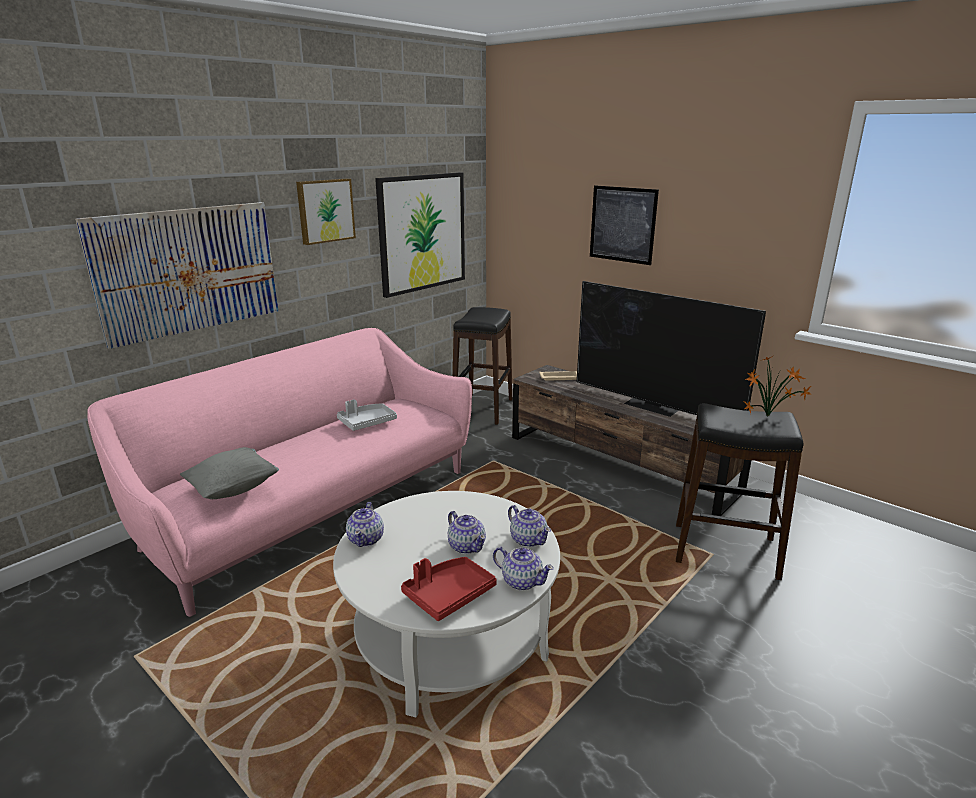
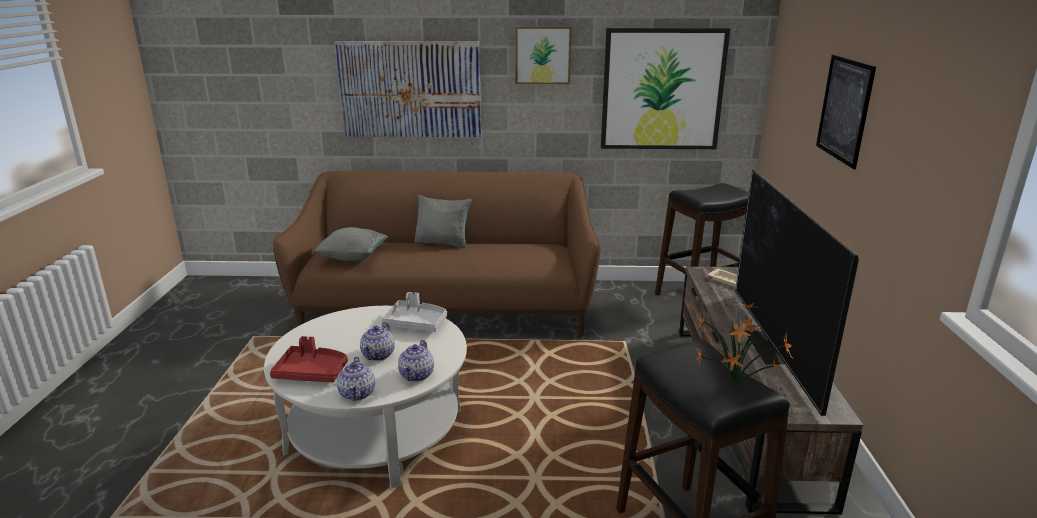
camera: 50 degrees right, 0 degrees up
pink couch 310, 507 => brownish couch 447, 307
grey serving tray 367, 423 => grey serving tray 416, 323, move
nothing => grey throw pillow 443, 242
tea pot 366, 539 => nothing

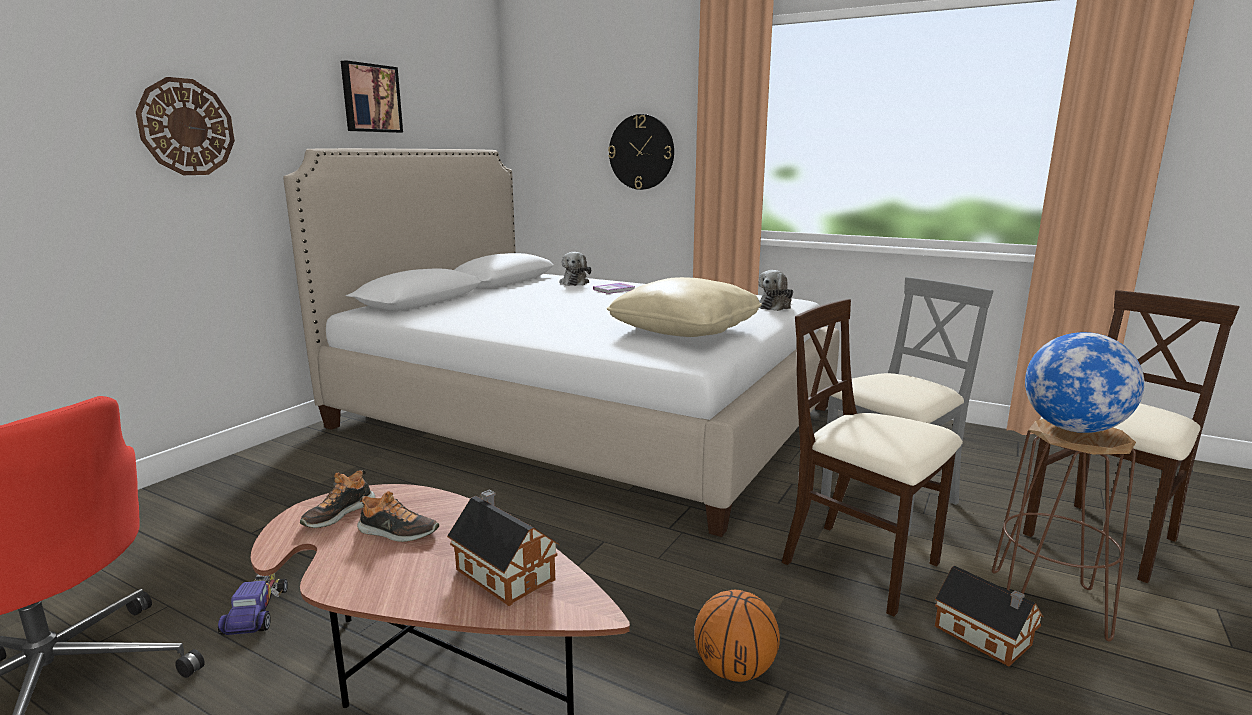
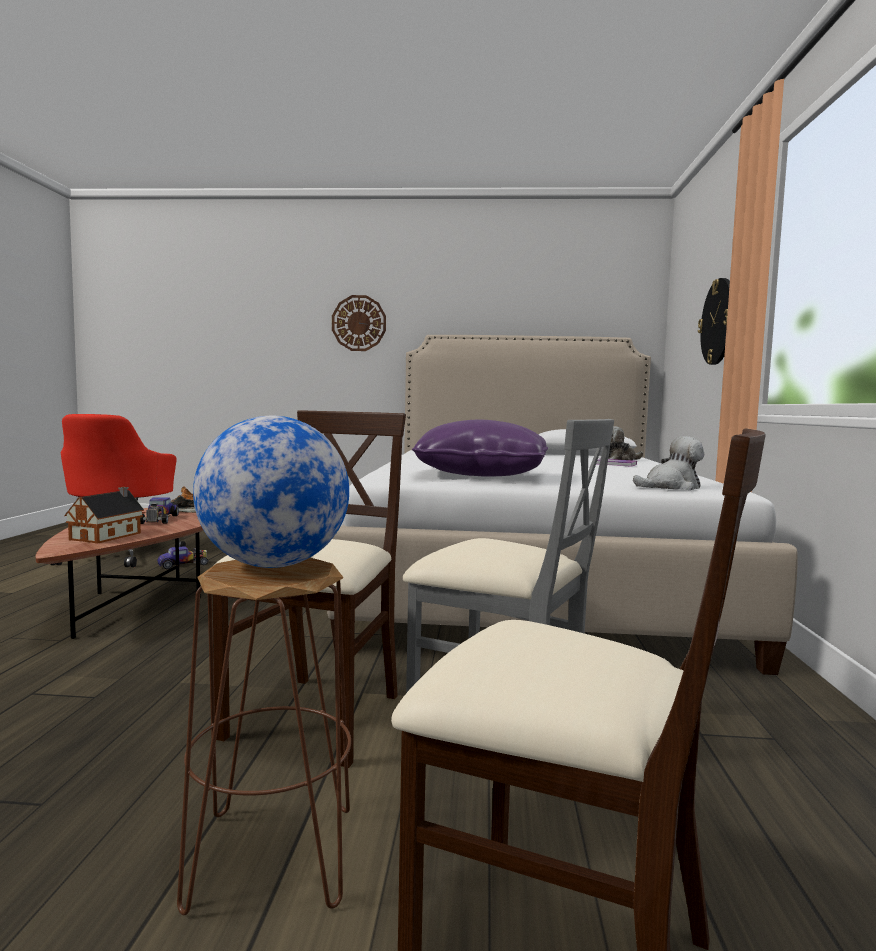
camera: 65 degrees right, 10 degrees down
shoe 397, 532 => toy car 158, 519
beige-coloured throw pillow 685, 330 => purple-coloured throw pillow 483, 475
cuddly toy 775, 306 => cuddly toy 671, 487, 150 degrees clockwise
picture 370, 98 => nothing
basketball 734, 670 => nothing
model house 985, 638 => nothing

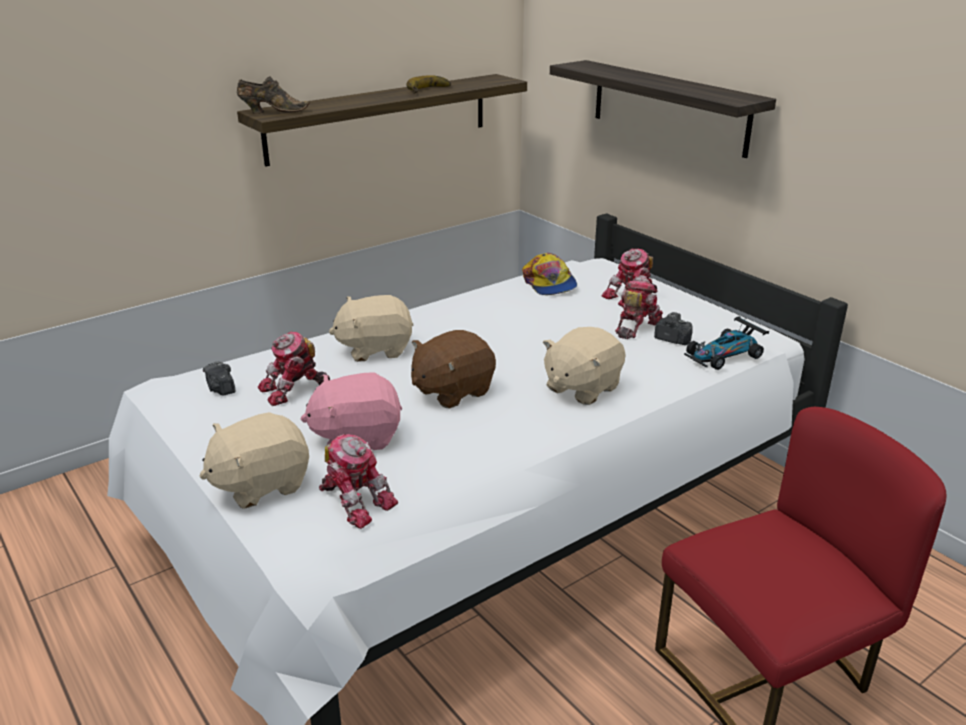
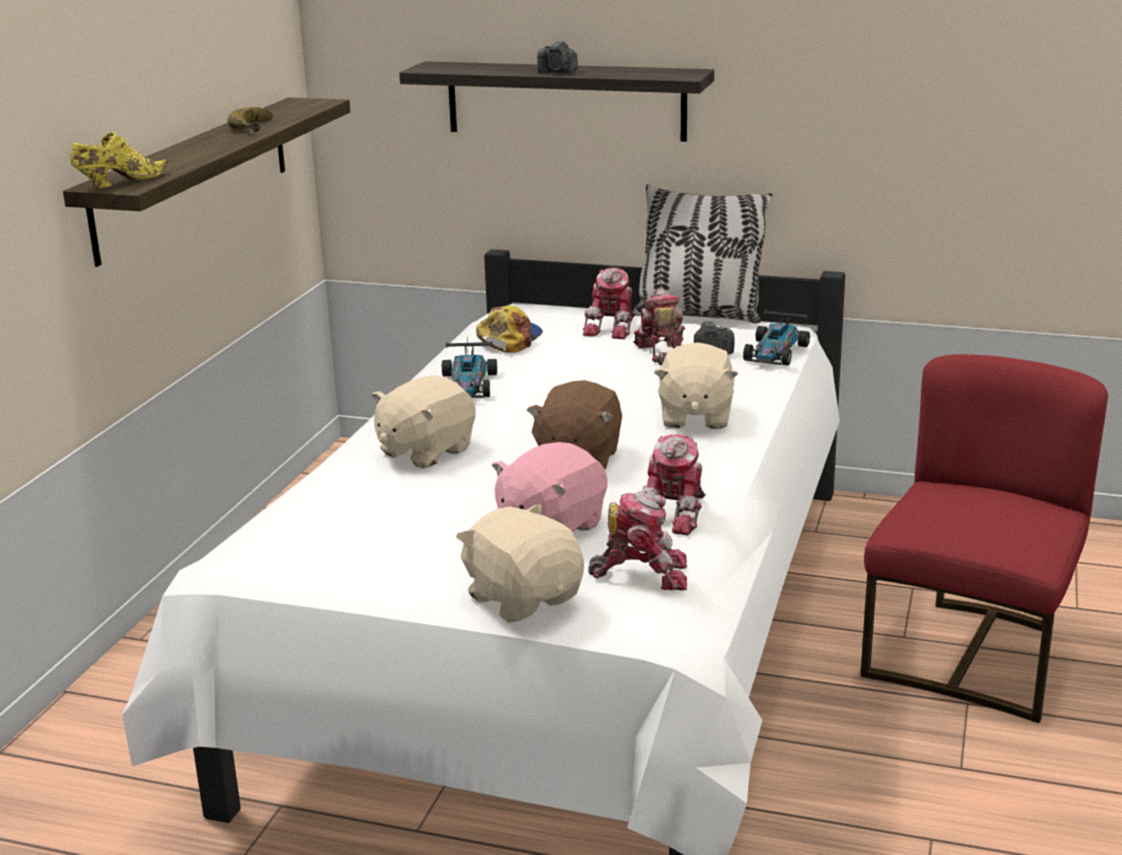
camera: 35 degrees left, 5 degrees down
brownish shoe 272, 112 => yellow-coloured shoe 119, 183
nothing => toy car 468, 385
beige-coloured cuddly toy 260, 484 => beige-coloured cuddly toy 523, 598, 120 degrees clockwise
cap 549, 284 => cap 509, 339, 105 degrees counterclockwise
still camera 221, 389 => still camera 557, 72, move
nothing => throw pillow 699, 315
toy robot 294, 389 => toy robot 676, 514, move

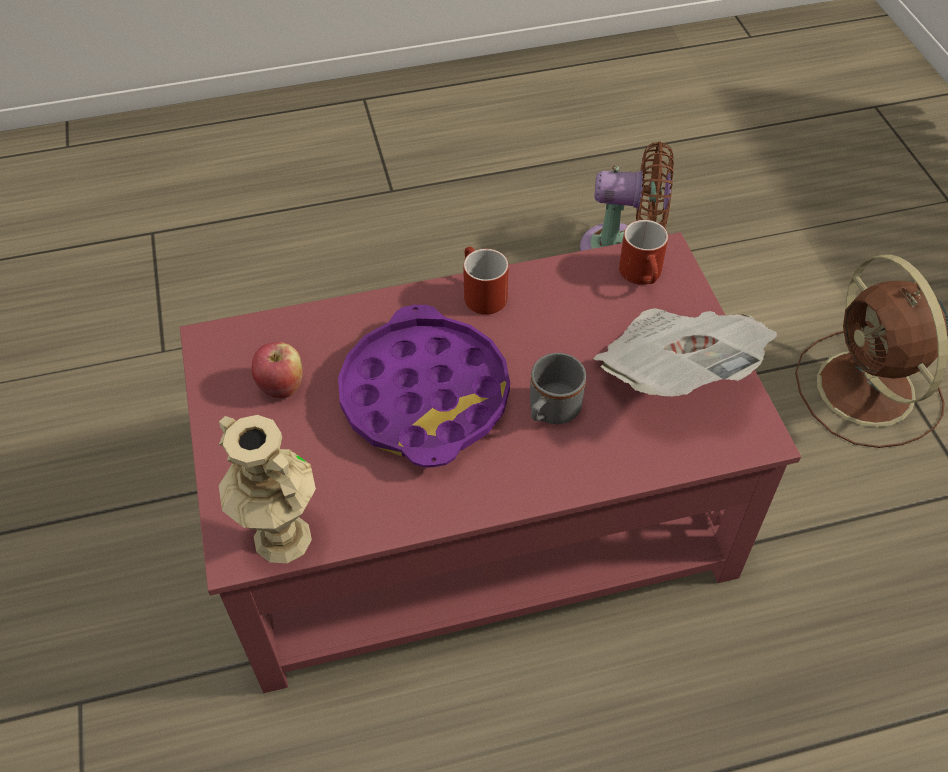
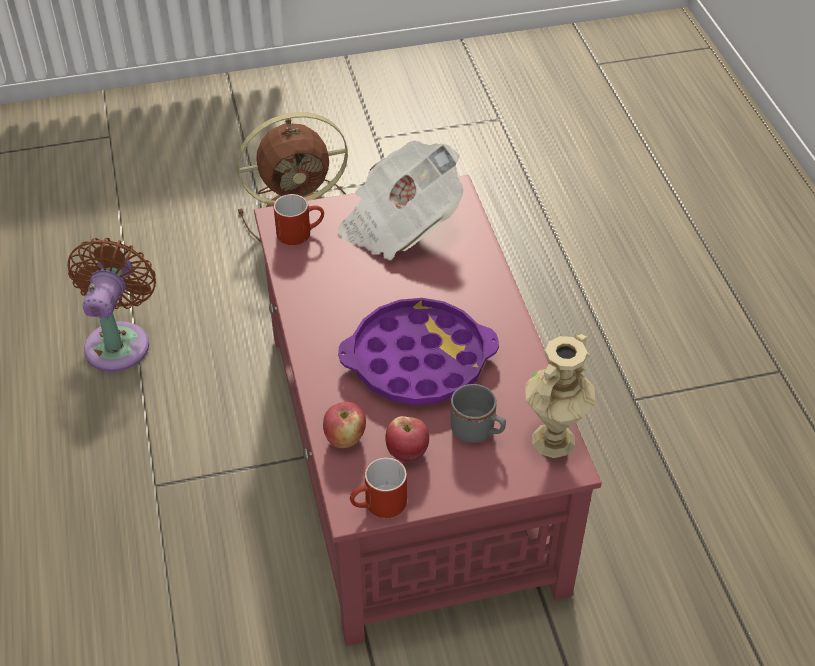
camera: 90 degrees left, 5 degrees down
nothing => apple fruit 345, 438
red-coloured mug 479, 293 => red-coloured mug 379, 506, move
grey mug 550, 412 => grey mug 478, 432, move

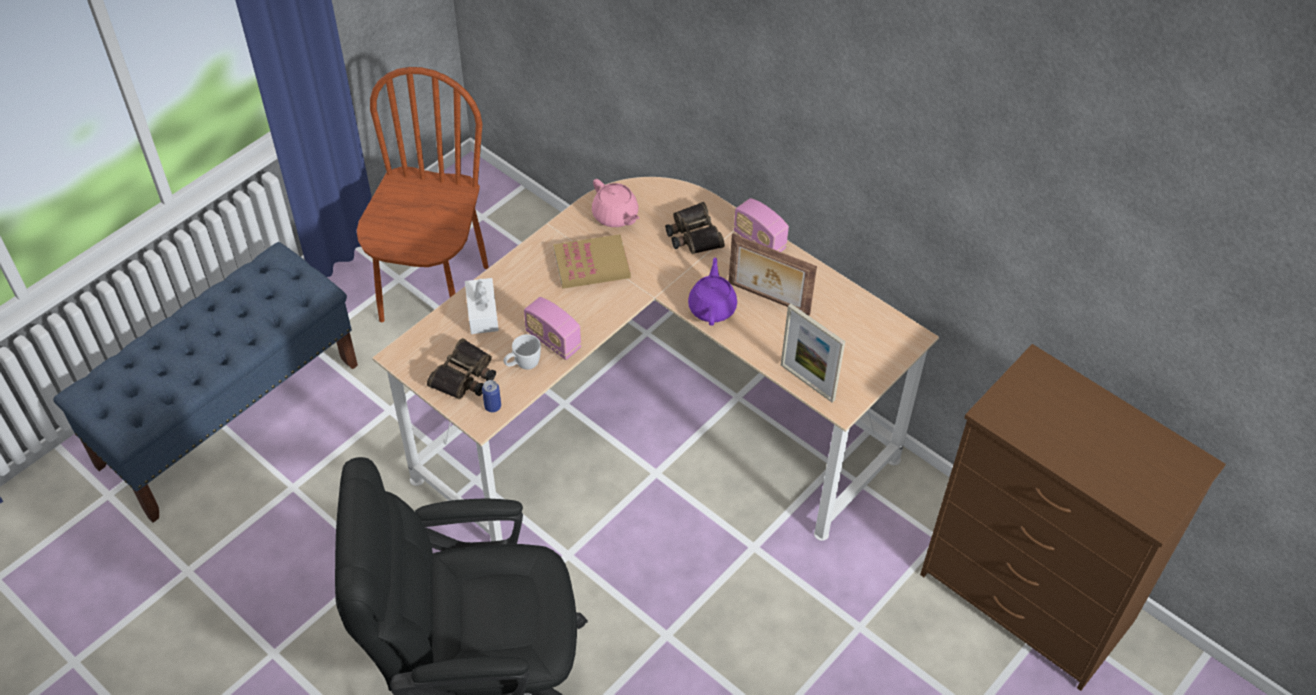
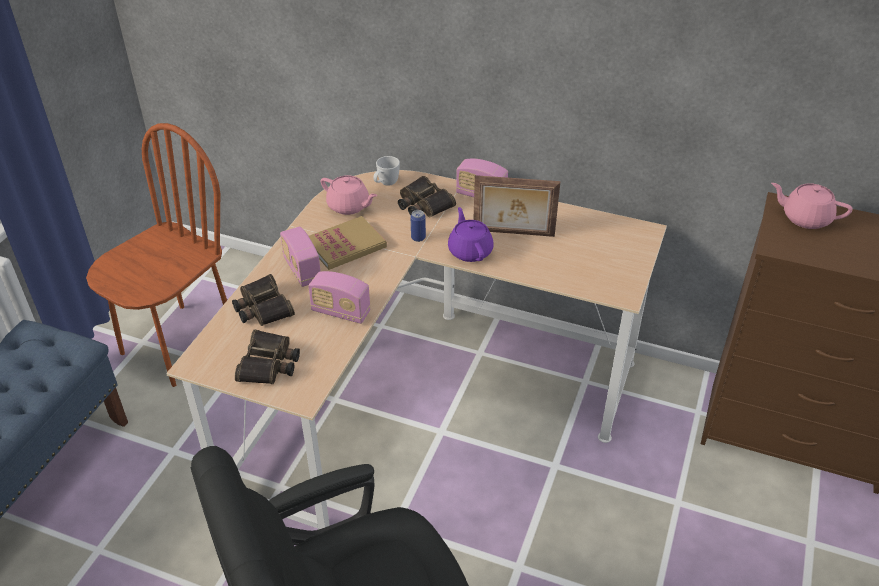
camera: 20 degrees left, 10 degrees down
brownish upright chair 433, 293 => brownish upright chair 179, 344, 45 degrees clockwise
white tissue box 482, 313 => pair of binoculars 262, 307
nothing => radio set 302, 270
white mug 523, 365 => white mug 385, 184, move
can 493, 406 => can 418, 238, move
nothing => pink tea pot 805, 218
picture frame 807, 382 => nothing

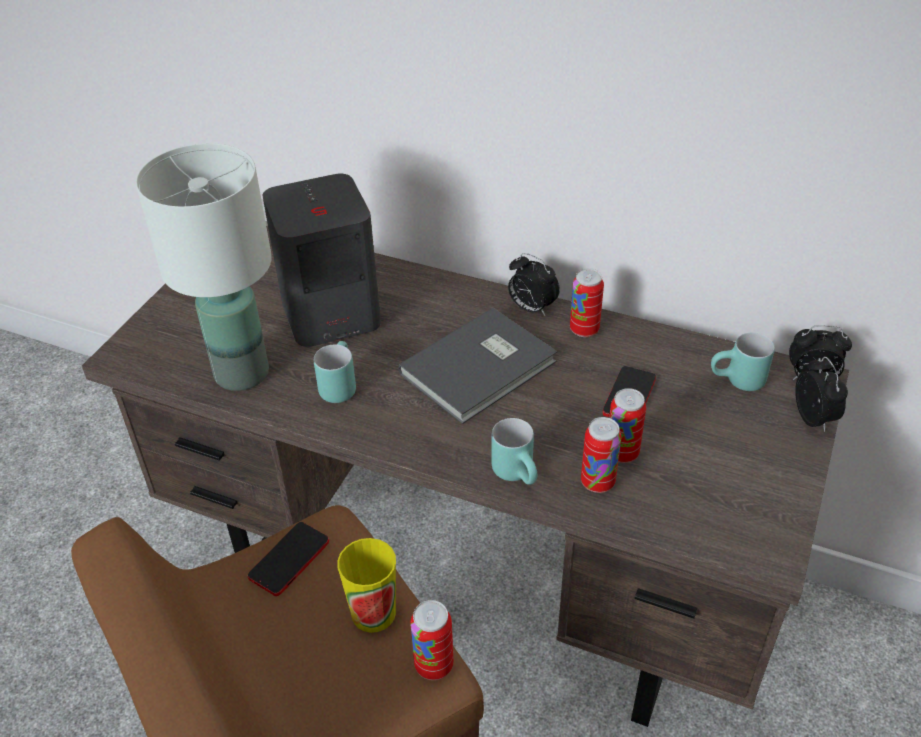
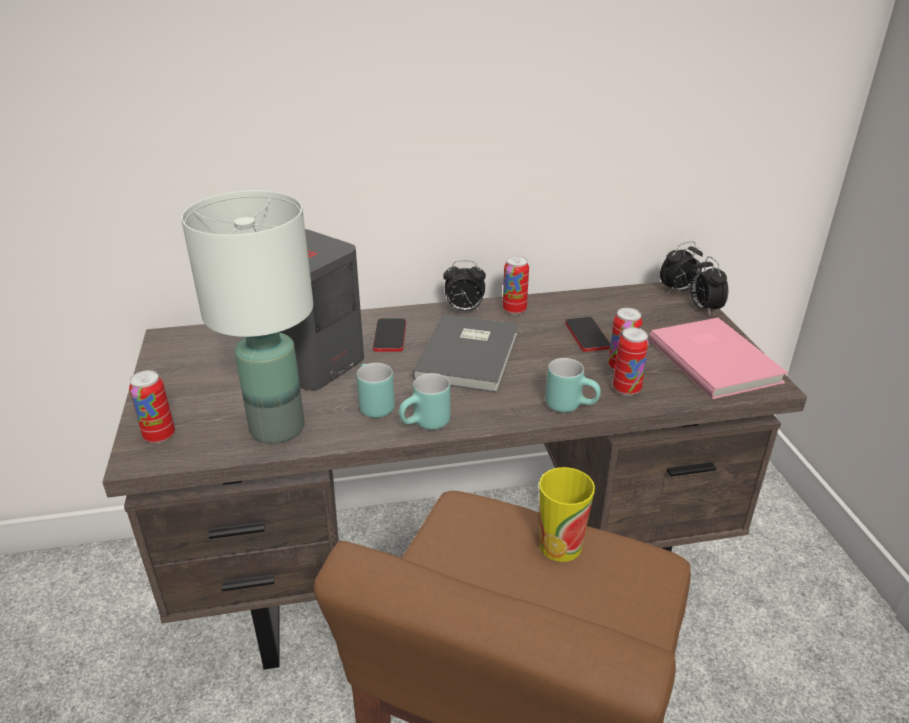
camera: 35 degrees left, 10 degrees down
can 434, 665 => can 159, 436, move
handset 289, 559 => handset 389, 336, move
blue-green mug 738, 383 => blue-green mug 426, 425, move
nothing => pink bound book 715, 359
alarm clock 814, 419 => alarm clock 703, 308, 150 degrees counterclockwise

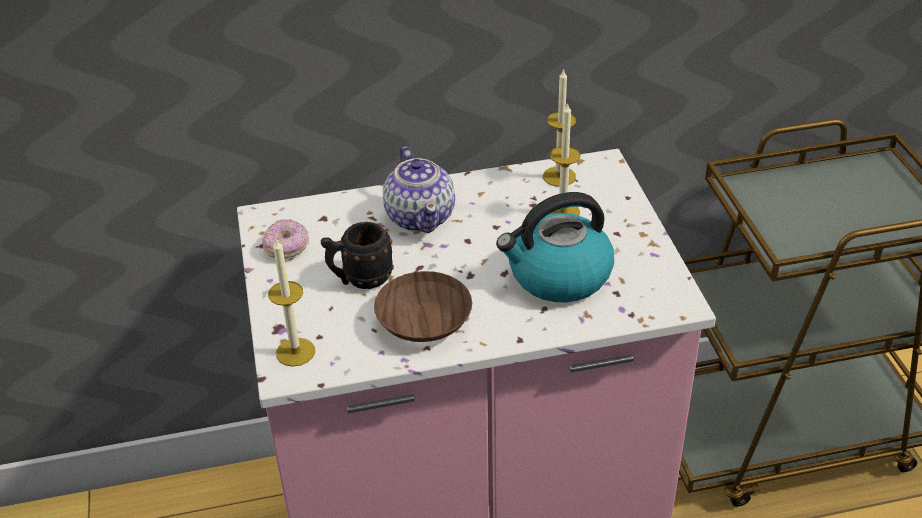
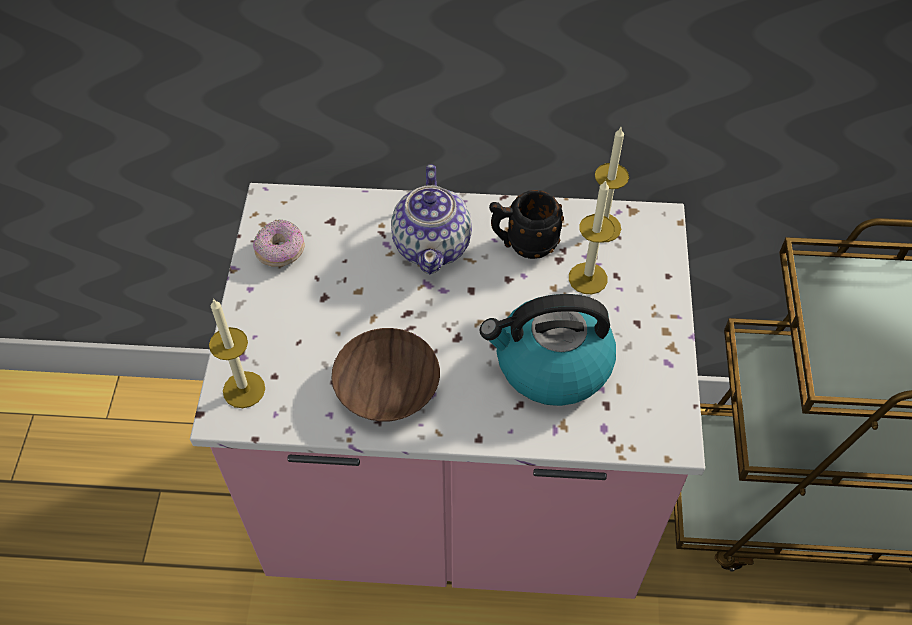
camera: 15 degrees right, 15 degrees up
blackish mug 360, 279 => blackish mug 523, 244, move

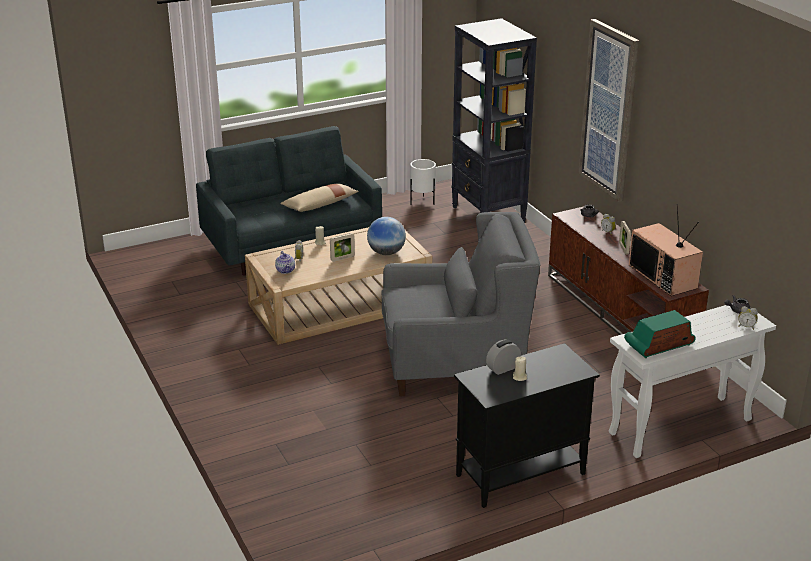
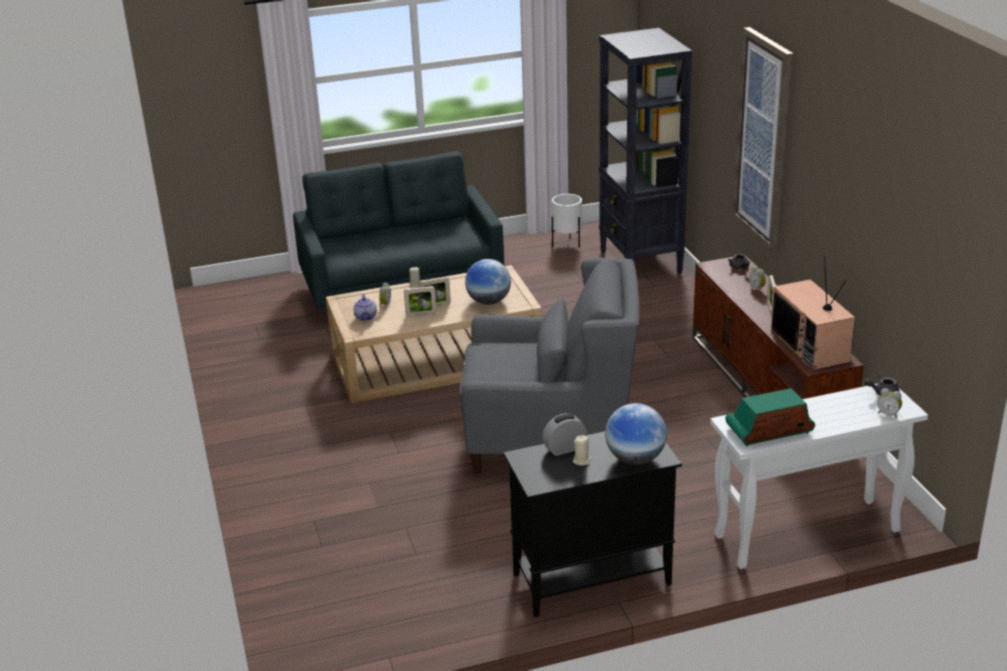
camera: 10 degrees right, 0 degrees up
nothing => picture frame 421, 315
nothing => globe 635, 458
beige-coloured throw pillow 320, 205 => nothing

